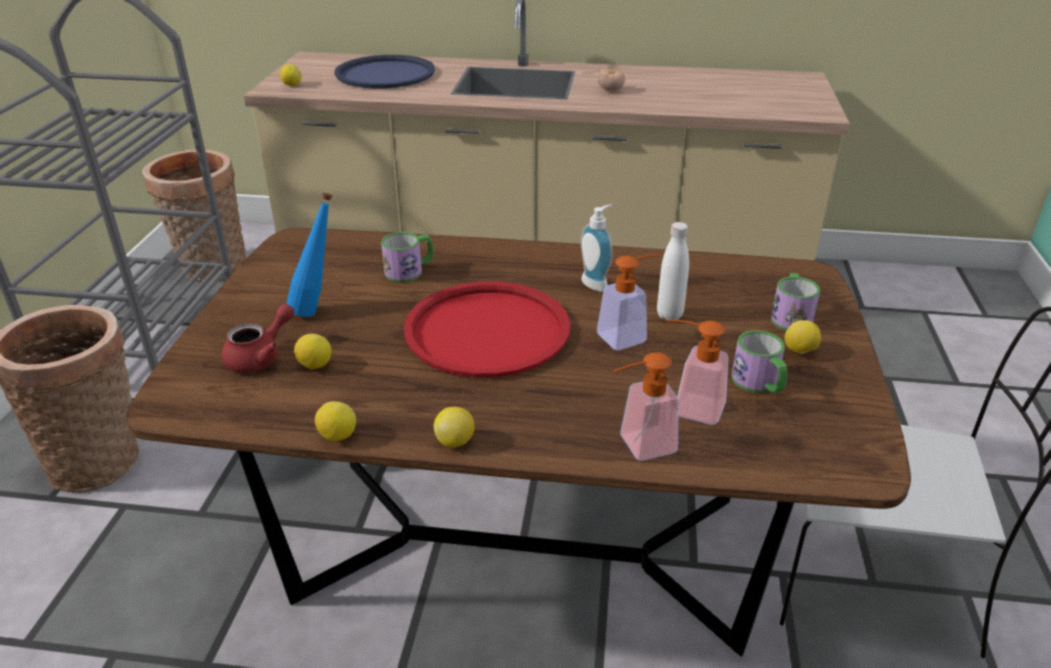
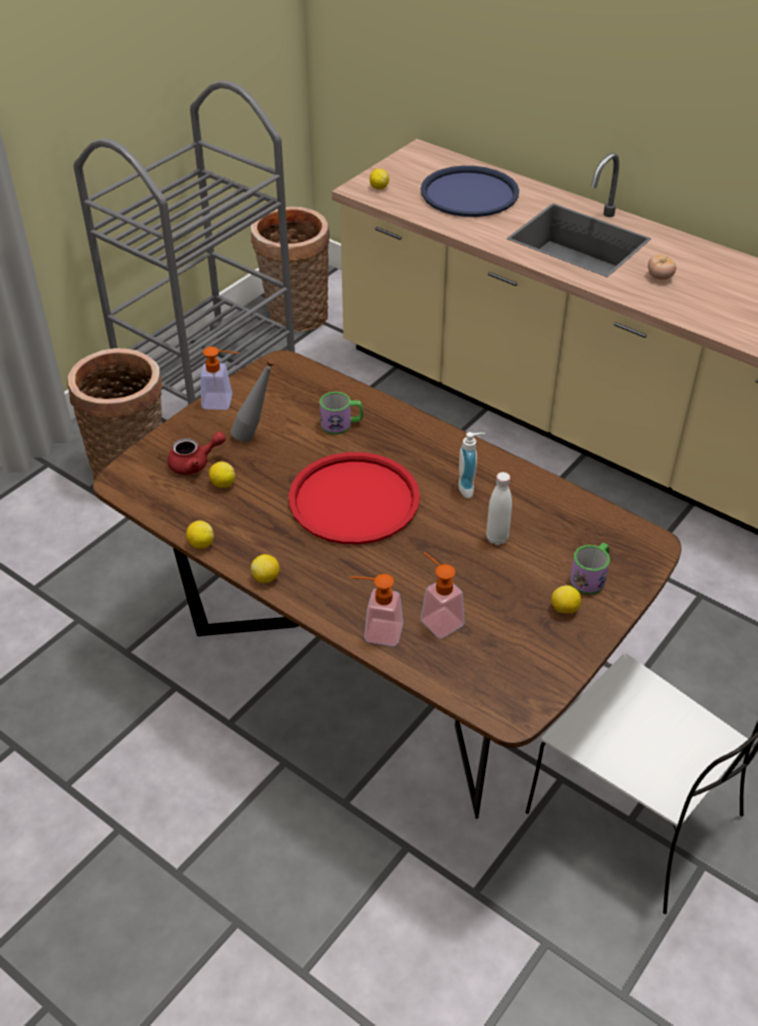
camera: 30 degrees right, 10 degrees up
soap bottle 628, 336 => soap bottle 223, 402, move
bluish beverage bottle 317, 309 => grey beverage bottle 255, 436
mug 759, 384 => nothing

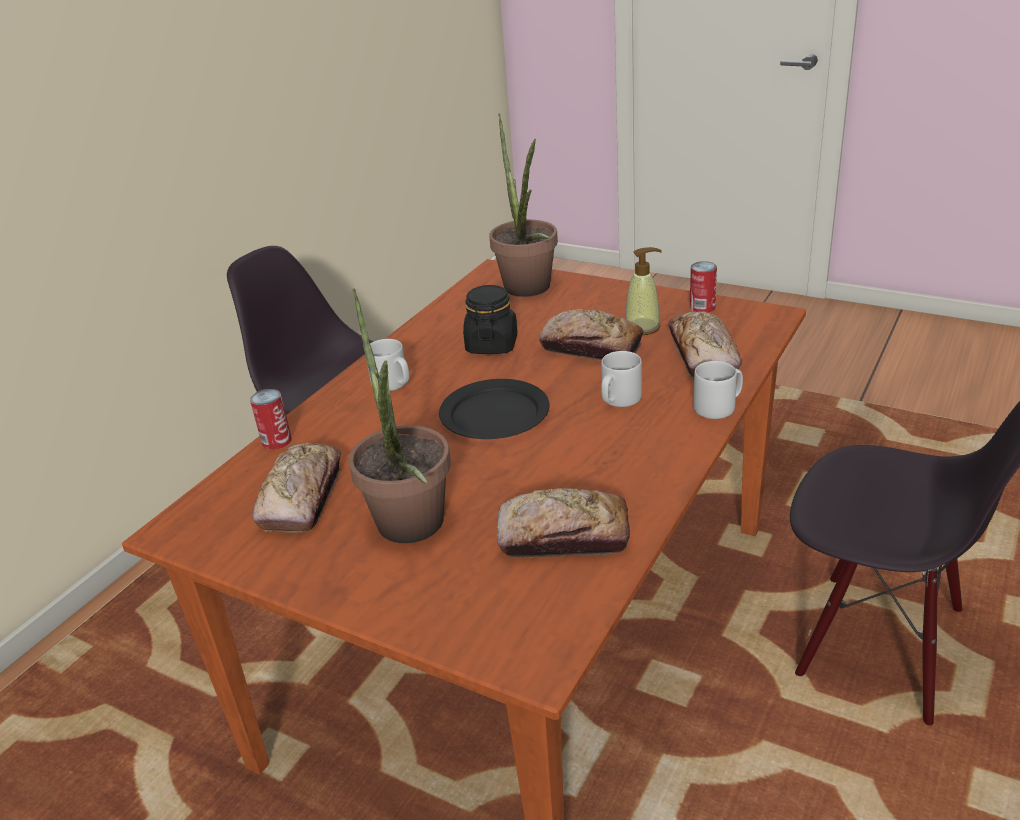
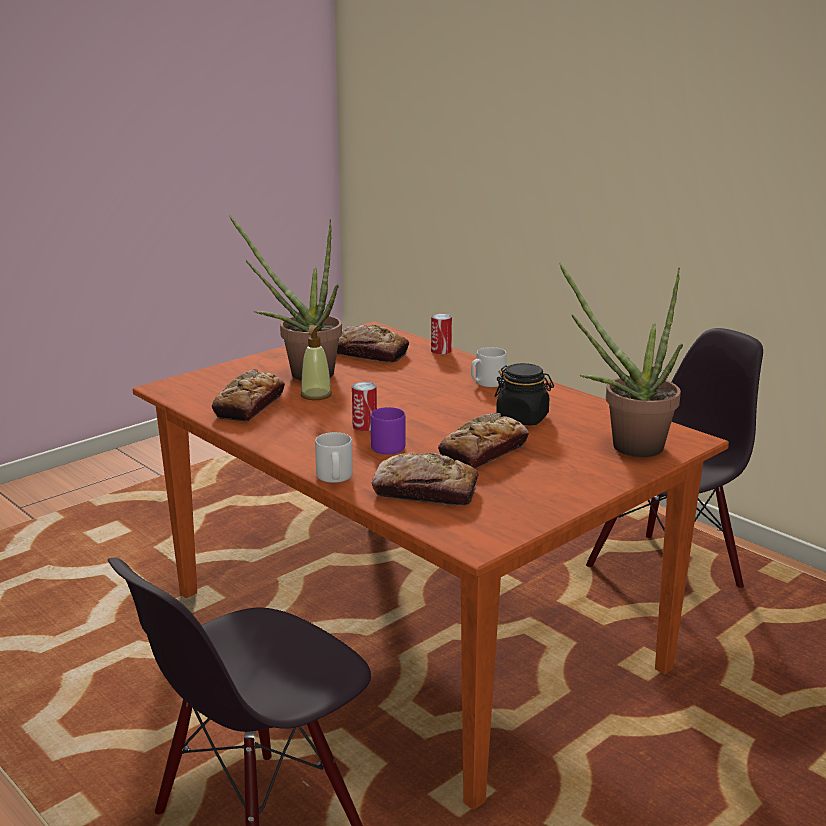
camera: 105 degrees right, 10 degrees down
soap bottle 643, 327 => soap bottle 316, 395, move
can 702, 307 => can 364, 426, move
grey mug 618, 400 => purple-coloured mug 385, 446
blackish dinner plate 495, 414 => nothing

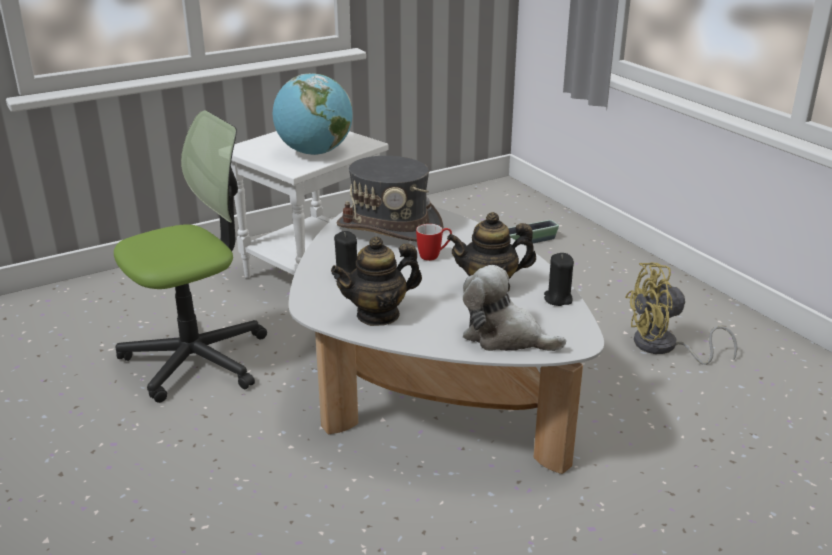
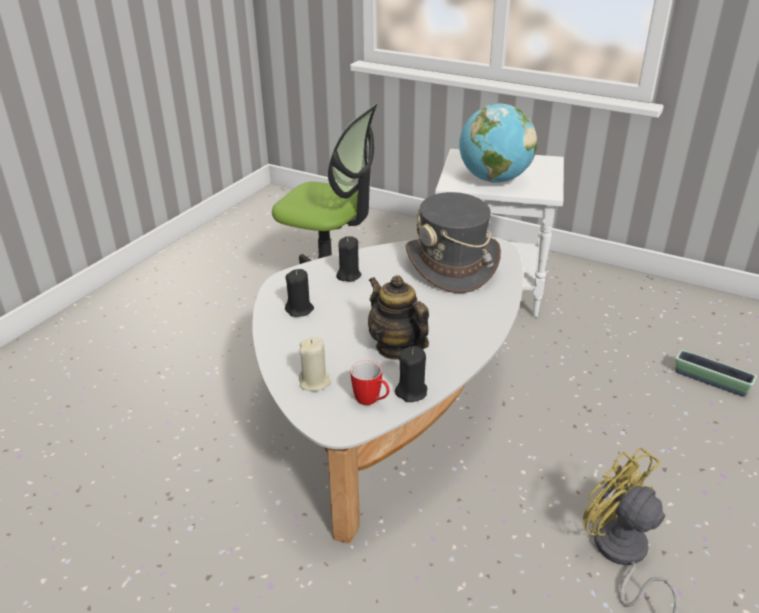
camera: 60 degrees right, 5 degrees up
tea pot 378, 315 => blackish wax light 300, 310
cuddly toy 505, 337 => beige-coloured wax light 315, 382
mug 434, 256 => mug 371, 401, move

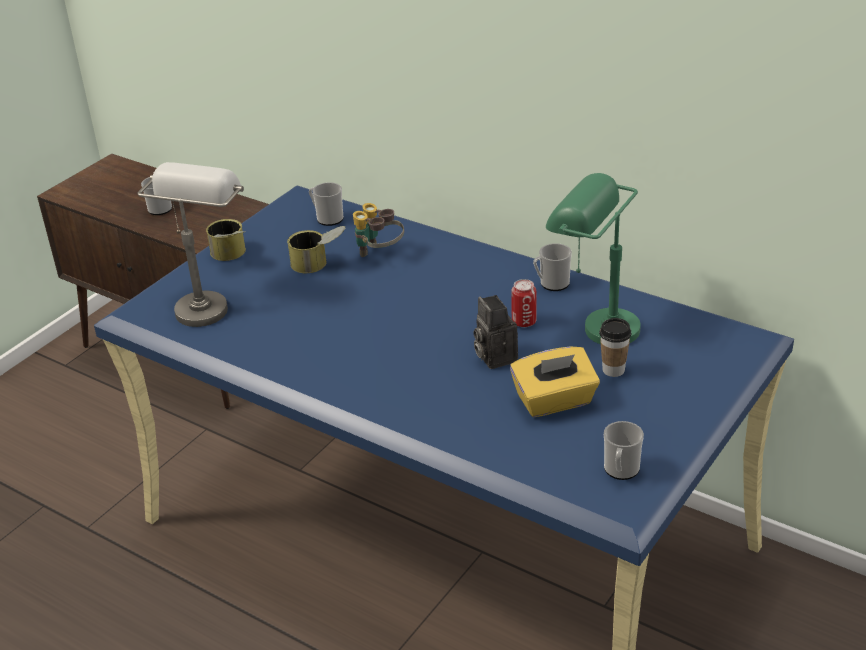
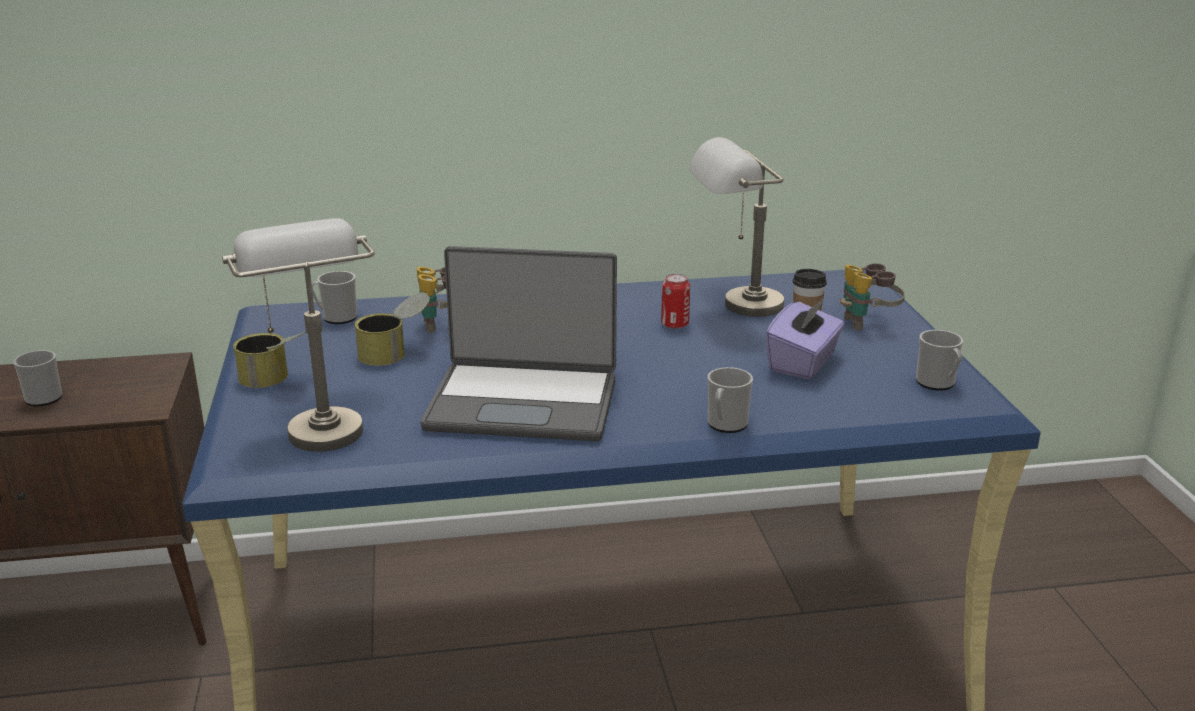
camera: 45 degrees left, 10 degrees down
nothing => laptop 523, 402
green-coloured table lamp 593, 326 => grey table lamp 735, 308
mug 551, 284 => mug 725, 425, move
yellow-coloured tissue box 554, 401 => purple-coloured tissue box 803, 363
nothing => pair of binoculars 867, 323
still camera 494, 356 => nothing

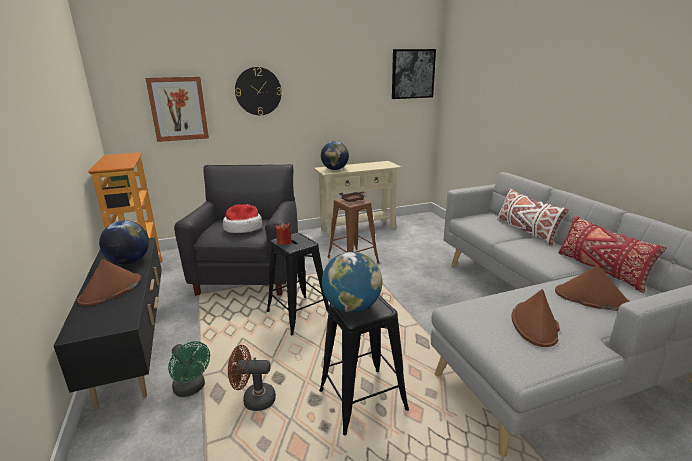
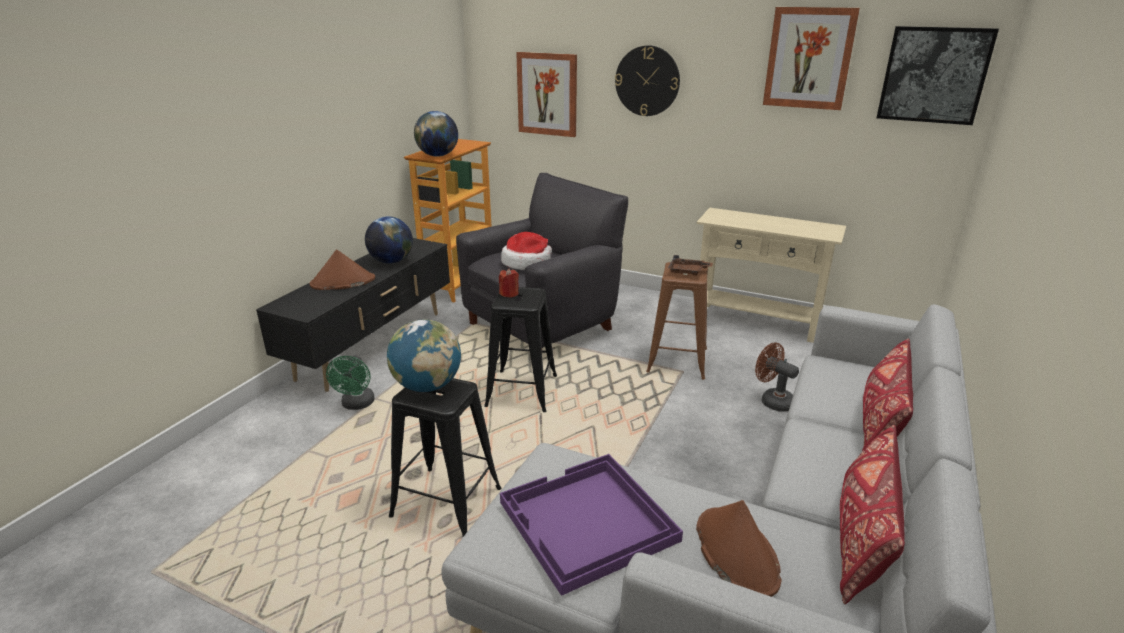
camera: 45 degrees right, 5 degrees up
globe 335, 169 => globe 438, 156, move
brownish clothing hat 535, 324 => purple-coloured serving tray 587, 522
brownish fan 253, 400 => brownish fan 772, 400, move
nothing => picture 809, 58
white throw pillow 526, 231 => red-coloured throw pillow 880, 425

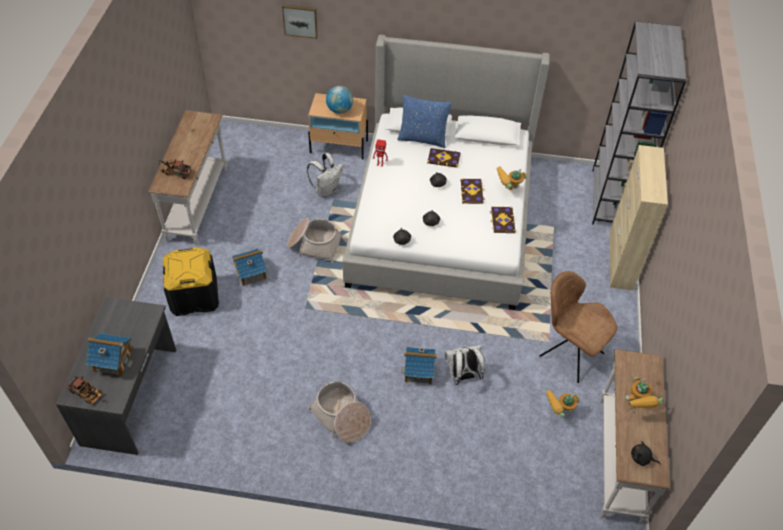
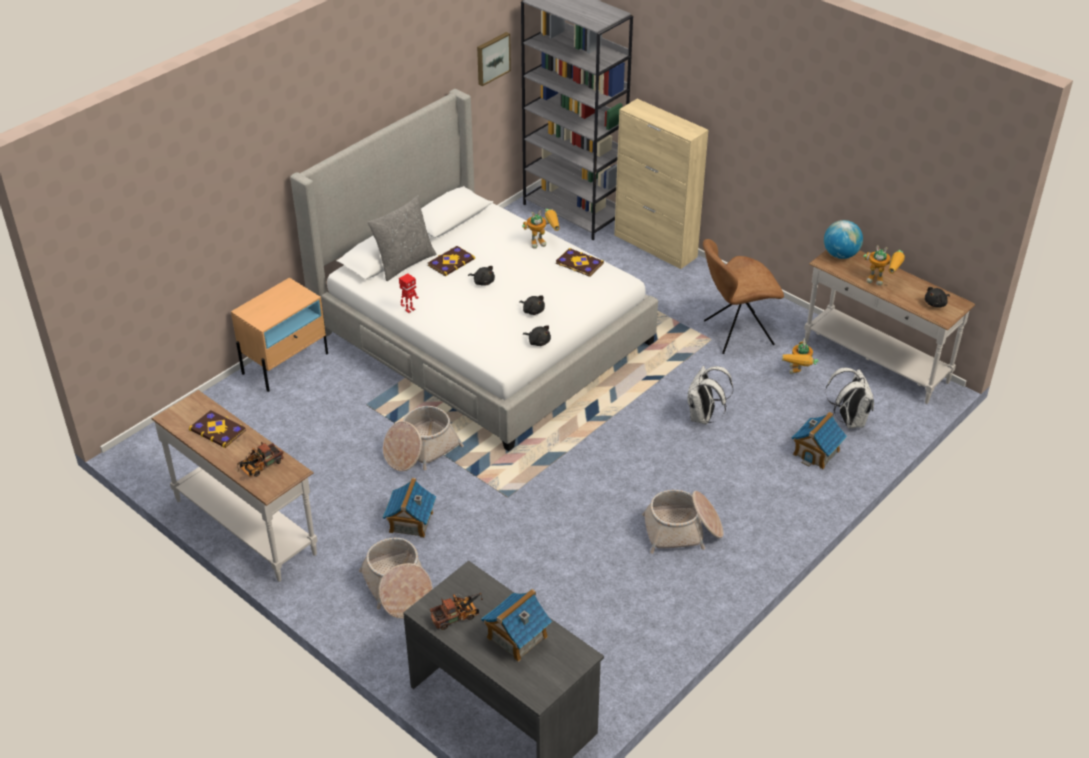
camera: 55 degrees left, 10 degrees down
bound book 472, 192 => bound book 218, 430, move
blackish storage container 194, 296 => household basket 398, 588
bluish throw pillow 422, 138 => grey throw pillow 404, 263
toy lorry 87, 394 => toy lorry 458, 616, move
picture 300, 20 => picture 492, 58, move
toy robot 508, 191 => toy robot 543, 241, 120 degrees counterclockwise
model house 419, 371 => model house 816, 452, move
globe 339, 110 => globe 840, 255, move
white knapsack 326, 190 => white knapsack 848, 420, move

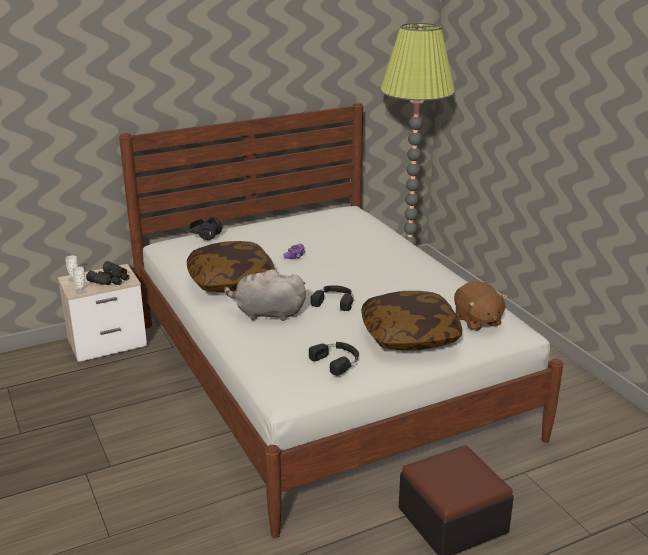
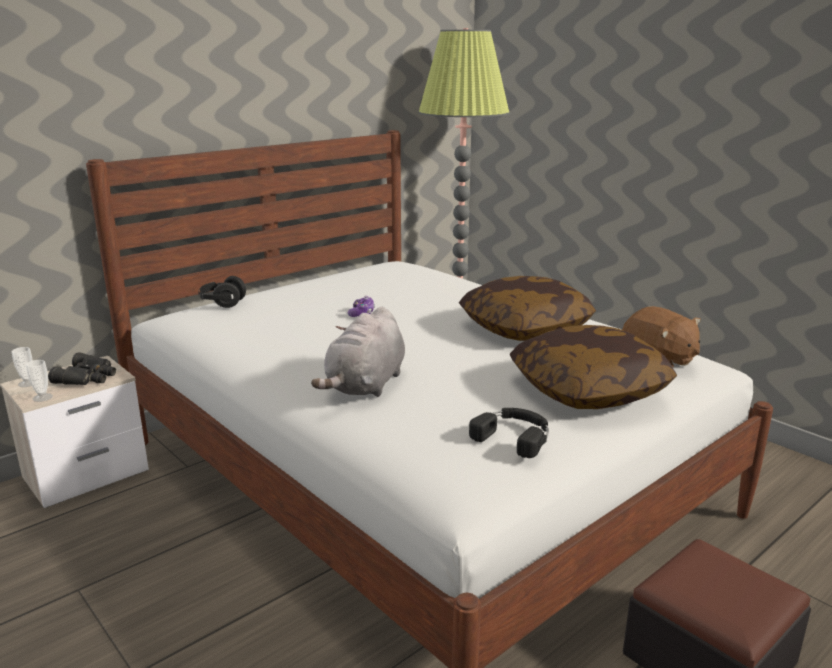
camera: 15 degrees left, 5 degrees down
grey cuddly toy 267, 313 => grey cuddly toy 365, 385, 60 degrees counterclockwise
throw pillow 231, 280 => throw pillow 525, 328, move
blackish pair of headphones 334, 301 => nothing

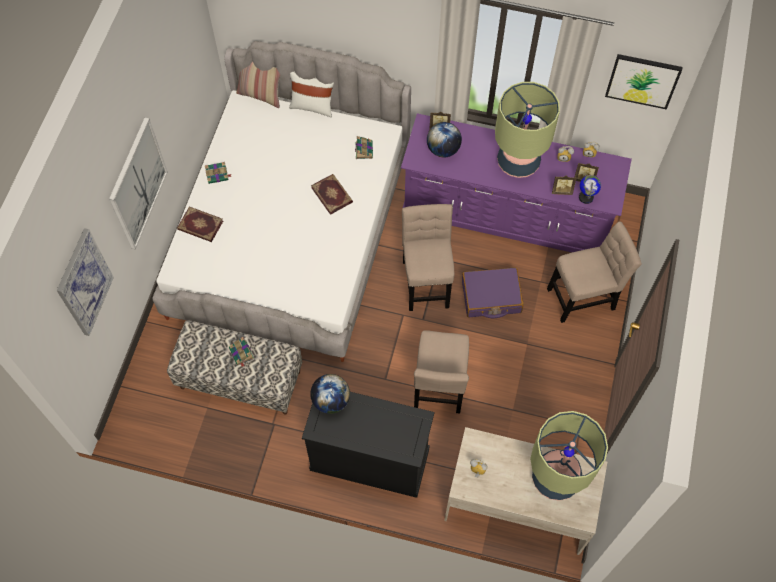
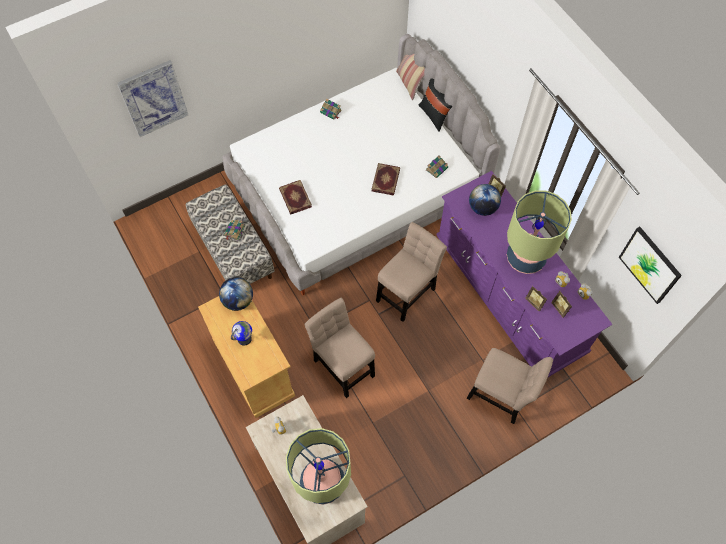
camera: 45 degrees right, 0 degrees up
blackish cabinet 370, 459 => beige-coloured cabinet 254, 368
globe 586, 197 => globe 244, 339, move
bound book 200, 226 => bound book 295, 198, move
beige-coloured upright chair 439, 387 => beige-coloured upright chair 342, 365, 90 degrees clockwise
white throw pillow 312, 106 => blackish throw pillow 434, 115
picture 137, 184 => nothing
purple-coloured suitcase 491, 297 => nothing

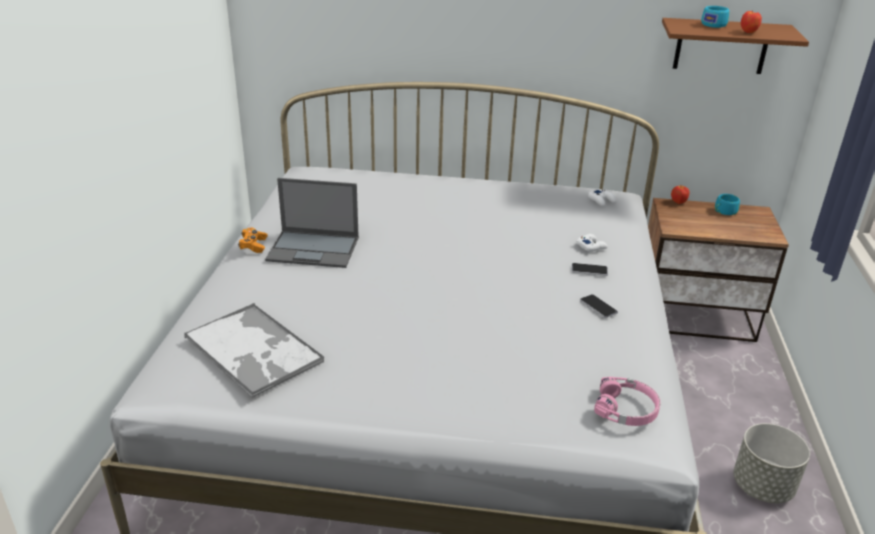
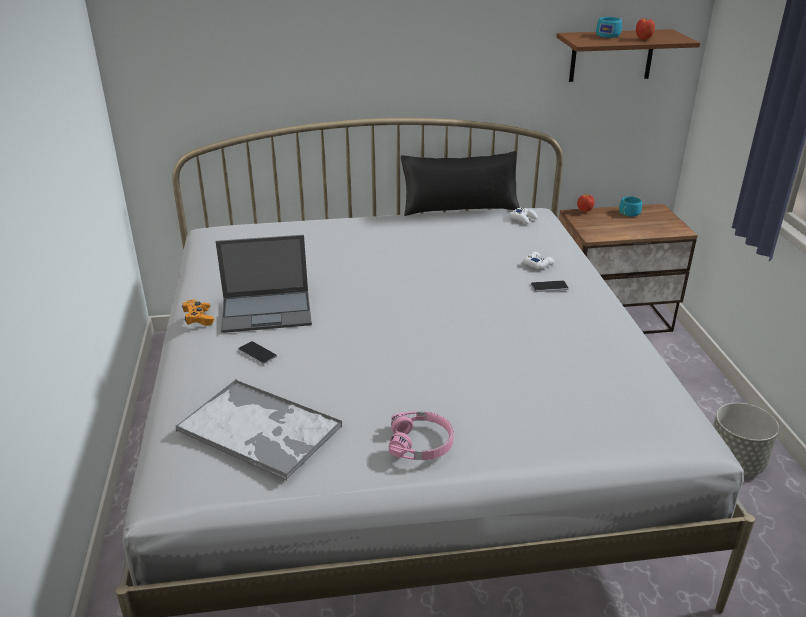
camera: 15 degrees left, 0 degrees up
handset 598, 307 => handset 257, 353, move
pink pair of headphones 626, 409 => pink pair of headphones 421, 443, move
nothing => blackish throw pillow 459, 207

